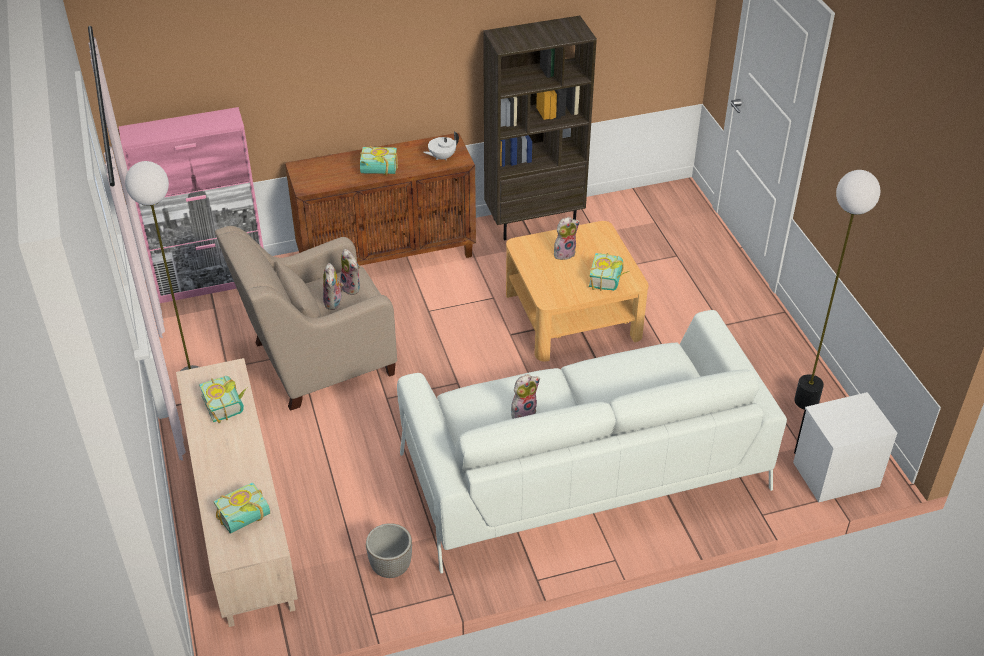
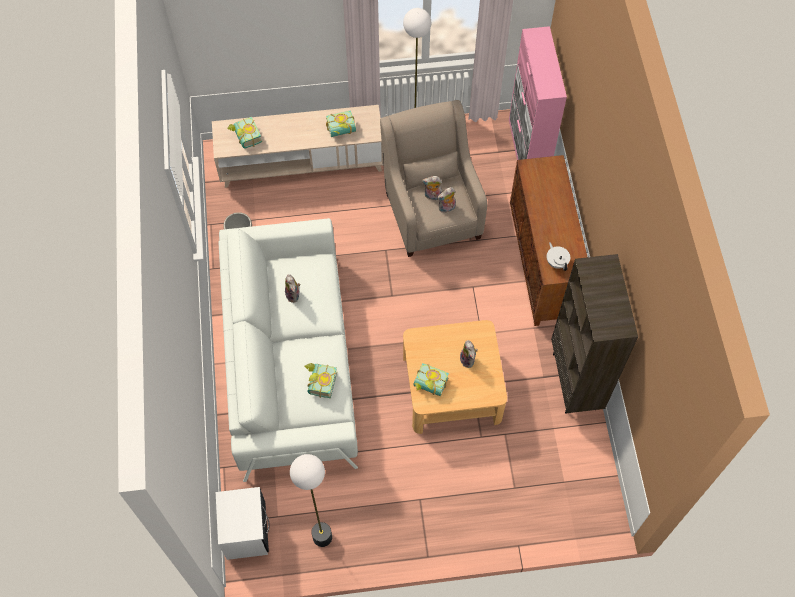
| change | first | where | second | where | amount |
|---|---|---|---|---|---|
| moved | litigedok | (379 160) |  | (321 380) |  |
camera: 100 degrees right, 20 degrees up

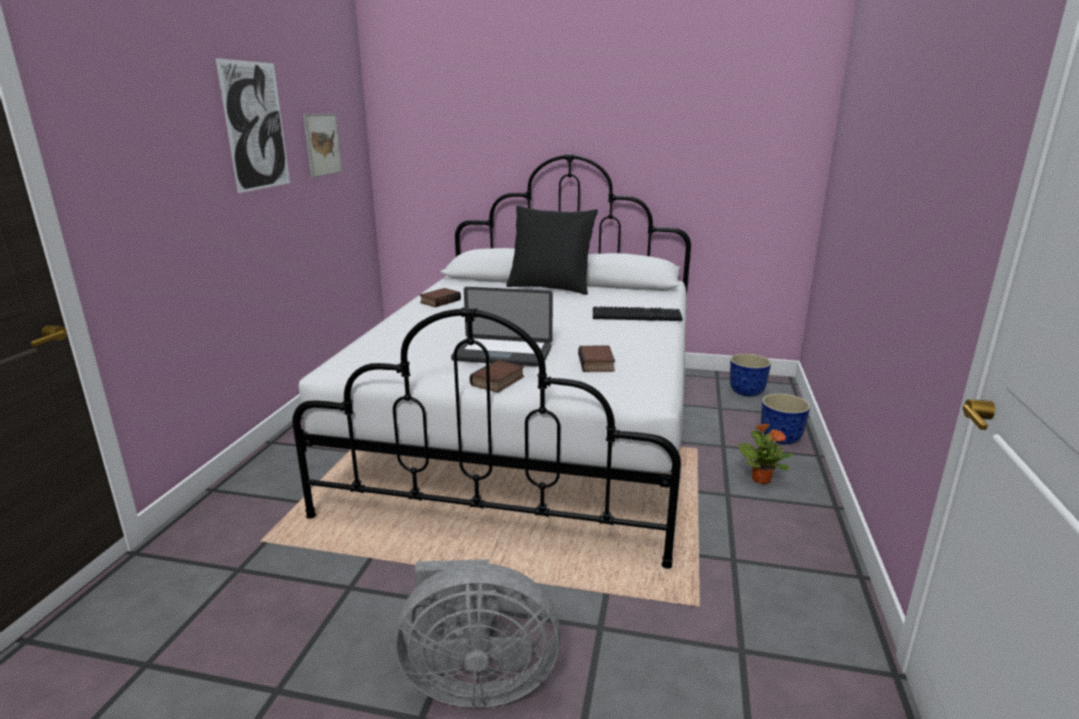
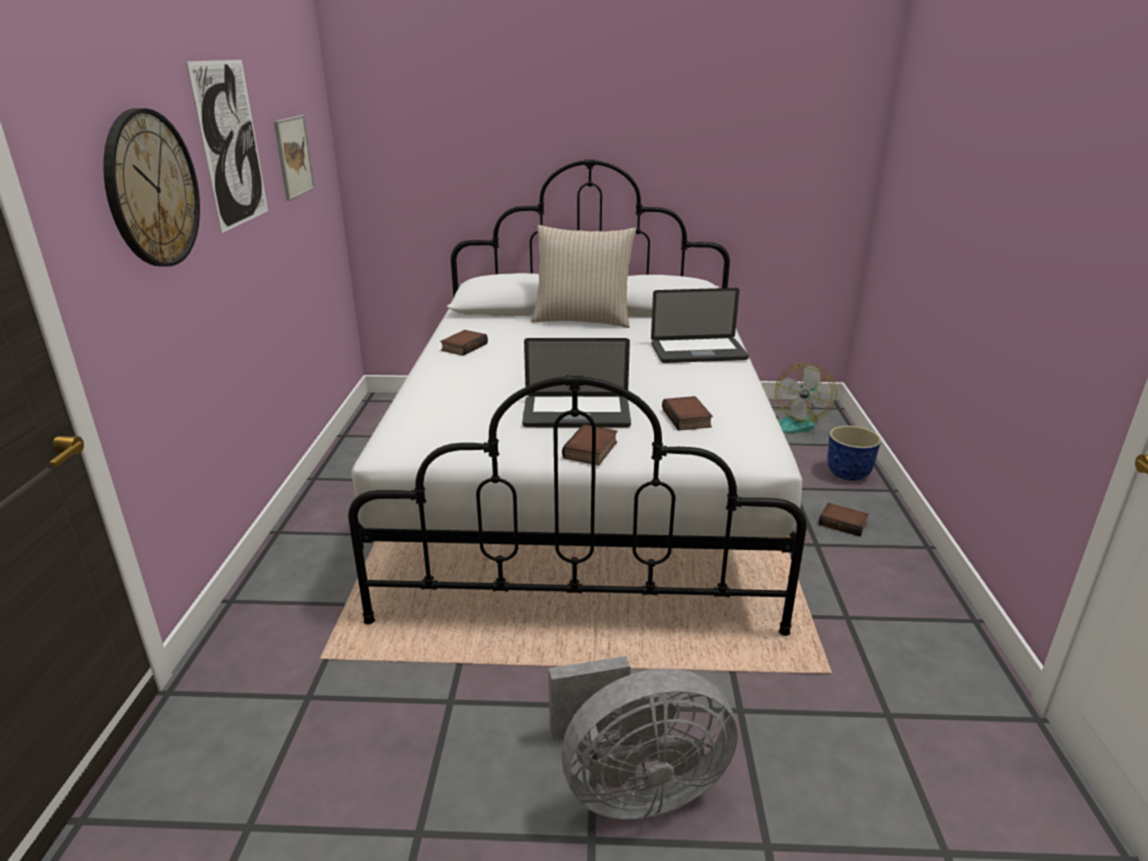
| change | first | where | second | where | amount |
|---|---|---|---|---|---|
| added |  |  | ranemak | (151 187) |  |
| replaced | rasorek | (637 313) | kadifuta | (700 325) |  |
| replaced | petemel | (750 375) | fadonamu | (805 398) |  |
| replaced | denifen | (765 453) | litigedok | (844 520) |  |
| recoloured | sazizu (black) | (552 250) | sazizu (beige) | (583 276) |  |
camera: 10 degrees left, 5 degrees up

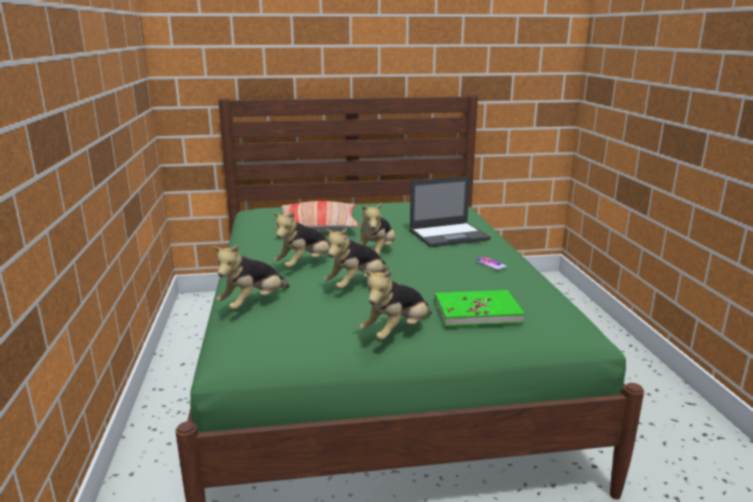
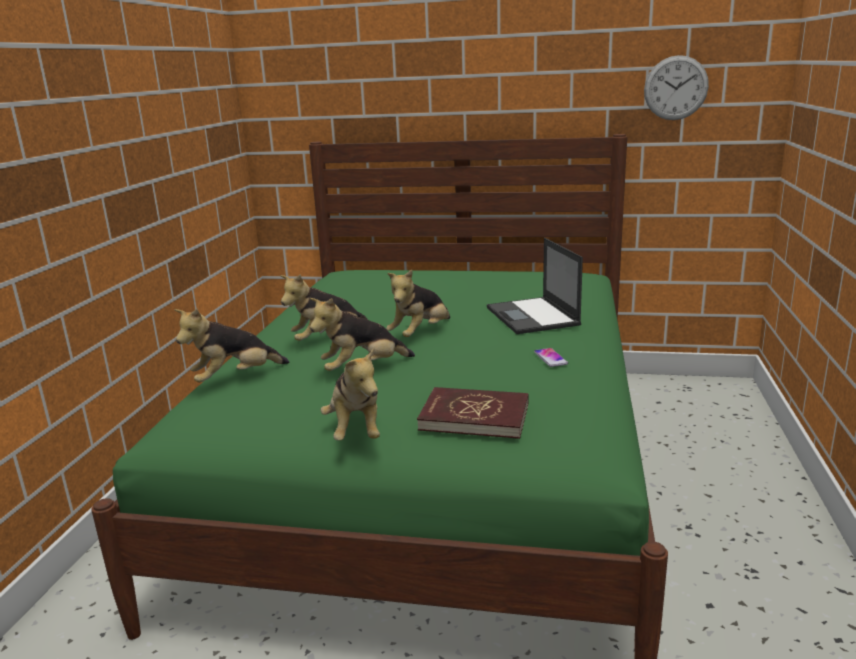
| change | first | where | second | where | amount |
|---|---|---|---|---|---|
| removed | sazizu | (317 216) |  |  |  |
| added |  |  | ranemak | (676 87) |  |
| recoloured | litigedok (green) | (480 308) | litigedok (red) | (473 413) |  |
| turned | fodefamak | (396 304) |  | (350 394) | 75 degrees counterclockwise |
| turned | kadifuta | (450 211) |  | (535 286) | 75 degrees clockwise |
camera: 20 degrees right, 0 degrees up

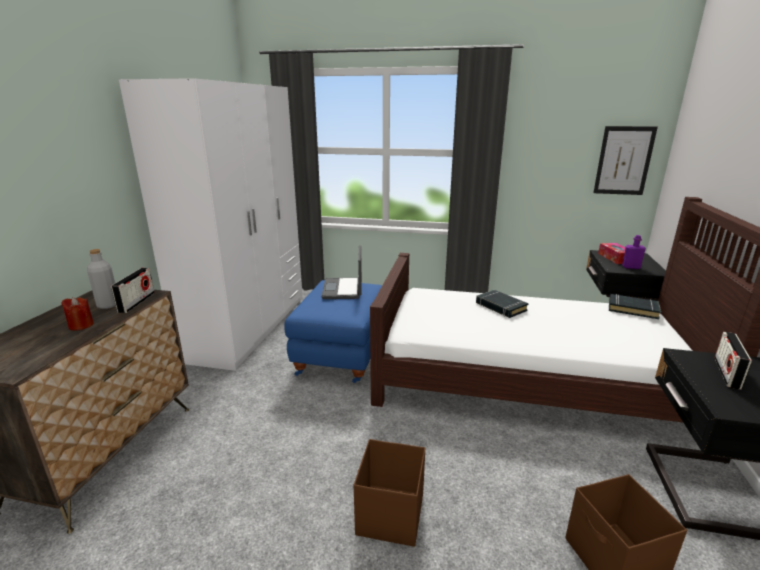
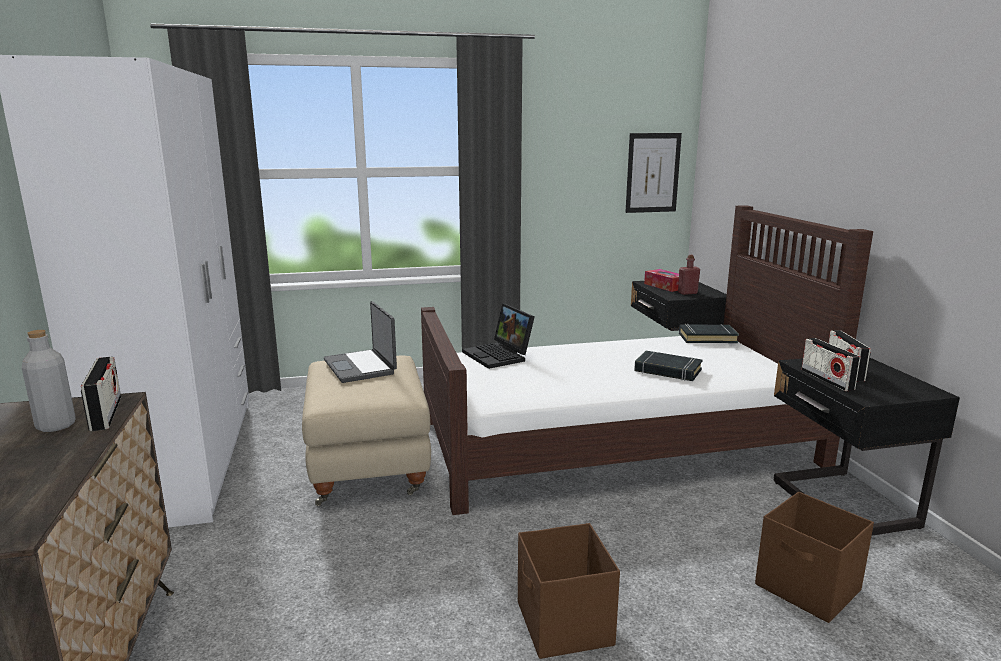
| change | first | where | second | where | amount |
|---|---|---|---|---|---|
| removed | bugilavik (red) | (77 314) |  |  |  |
| added |  |  | kadifuta | (498 336) |  |
| added |  |  | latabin | (831 364) |  |
| moved | litigedok (black) | (502 304) |  | (668 366) |  |
| recoloured | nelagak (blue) | (333 331) | nelagak (beige) | (366 431) |  |
| recoloured | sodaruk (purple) | (634 252) | sodaruk (red) | (689 275) |  |
camera: 25 degrees left, 5 degrees down

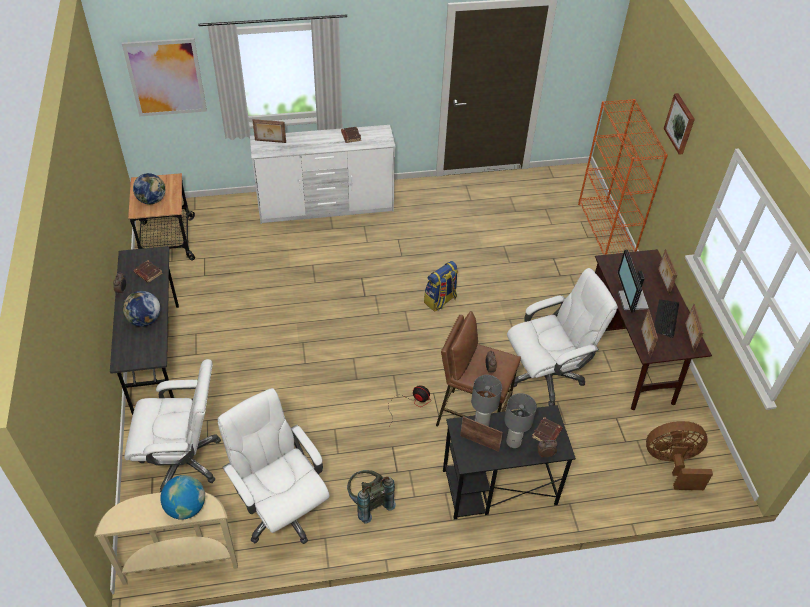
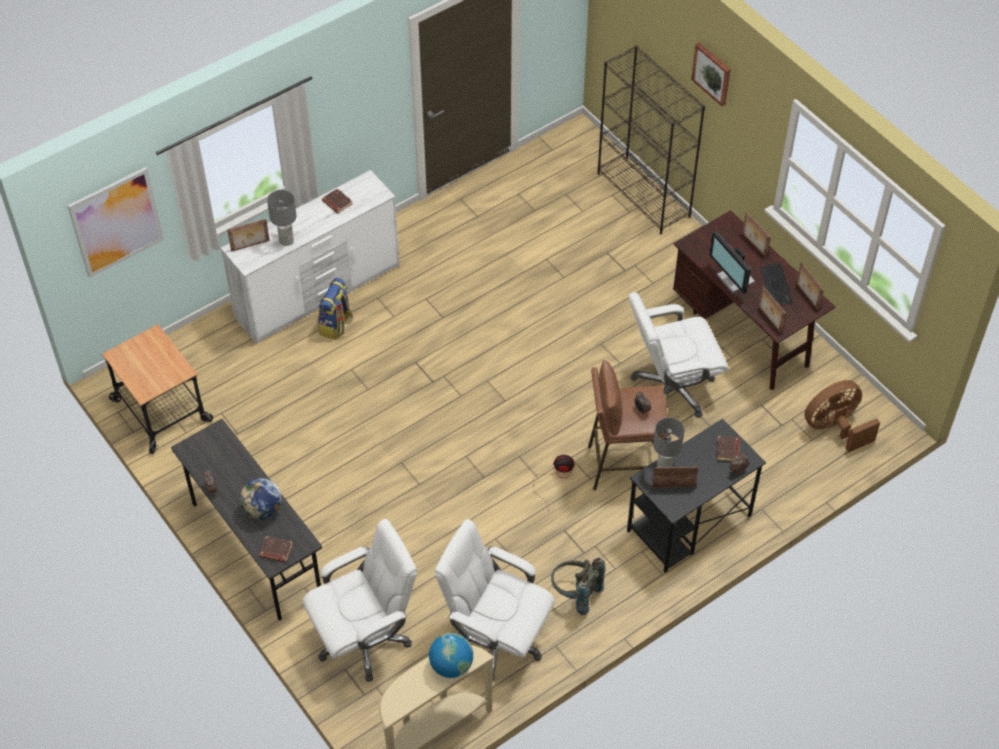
| change | first | where | second | where | amount |
|---|---|---|---|---|---|
| removed | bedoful | (149 188) |  |  |  |
| moved | litigedok (brown) | (148 271) |  | (276 549) |  |
| moved | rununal | (441 286) |  | (335 309) |  |
| moved | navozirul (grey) | (520 420) |  | (281 218) |  |
| recoloured | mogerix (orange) | (623 177) | mogerix (black) | (651 140) |  |
| turned | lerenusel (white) | (562 337) |  | (679 355) | 150 degrees counterclockwise |
camera: 25 degrees left, 5 degrees up

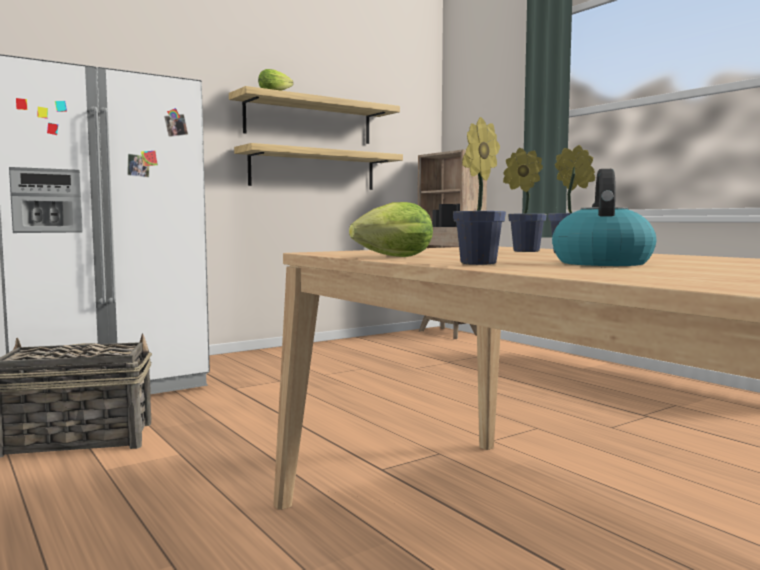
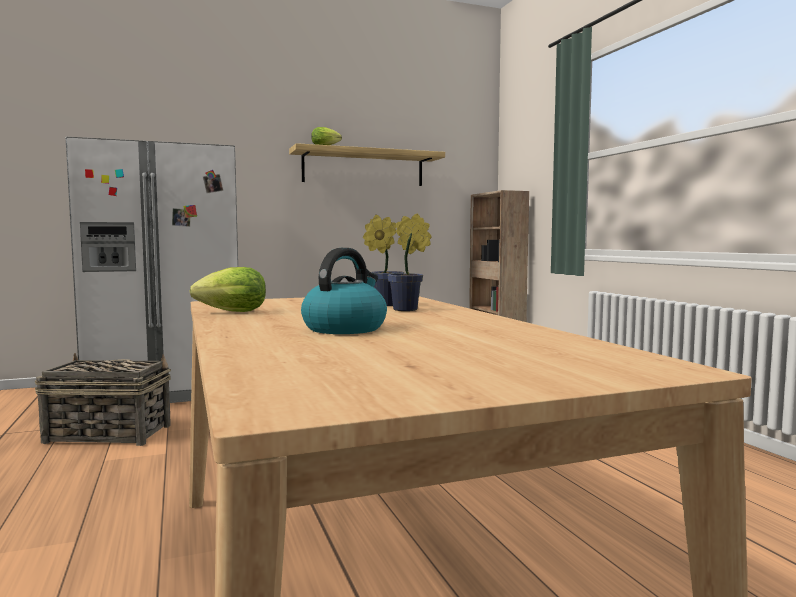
| change | first | where | second | where | amount |
|---|---|---|---|---|---|
| removed | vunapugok | (318 166) |  |  |  |
| removed | denifen | (479 191) |  |  |  |
camera: 15 degrees right, 0 degrees up

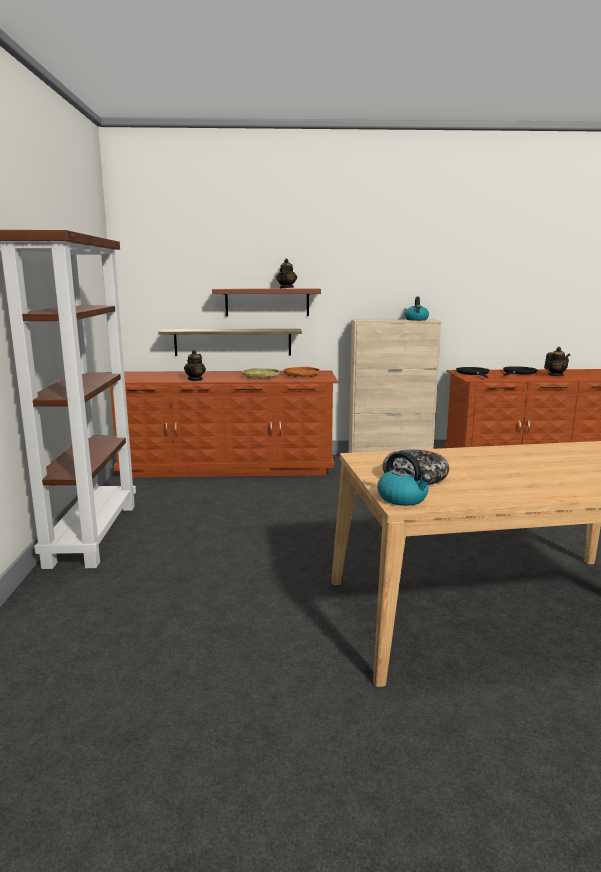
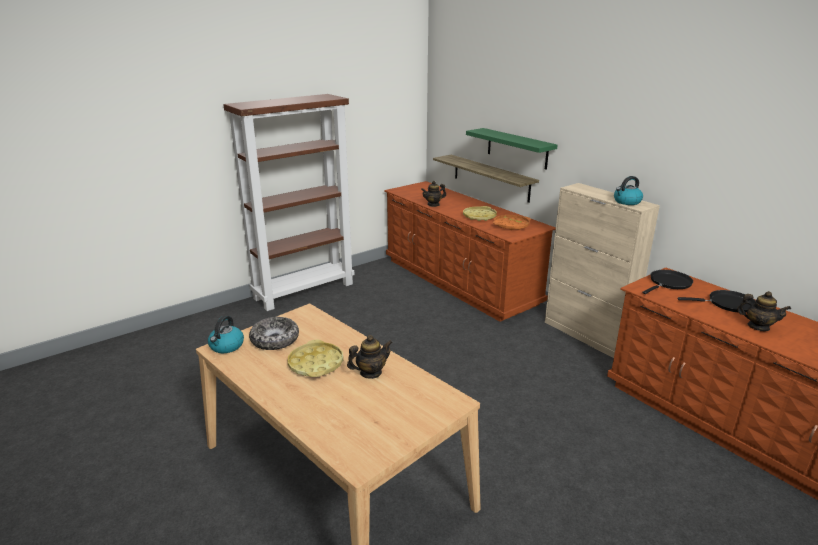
| change | first | where | second | where | amount |
|---|---|---|---|---|---|
| added |  |  | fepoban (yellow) | (315 358) |  |
| moved | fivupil | (286 273) |  | (370 357) |  |
| recoloured | vunapugok (brown) | (266 302) | vunapugok (green) | (512 149) |  |
camera: 55 degrees right, 10 degrees up

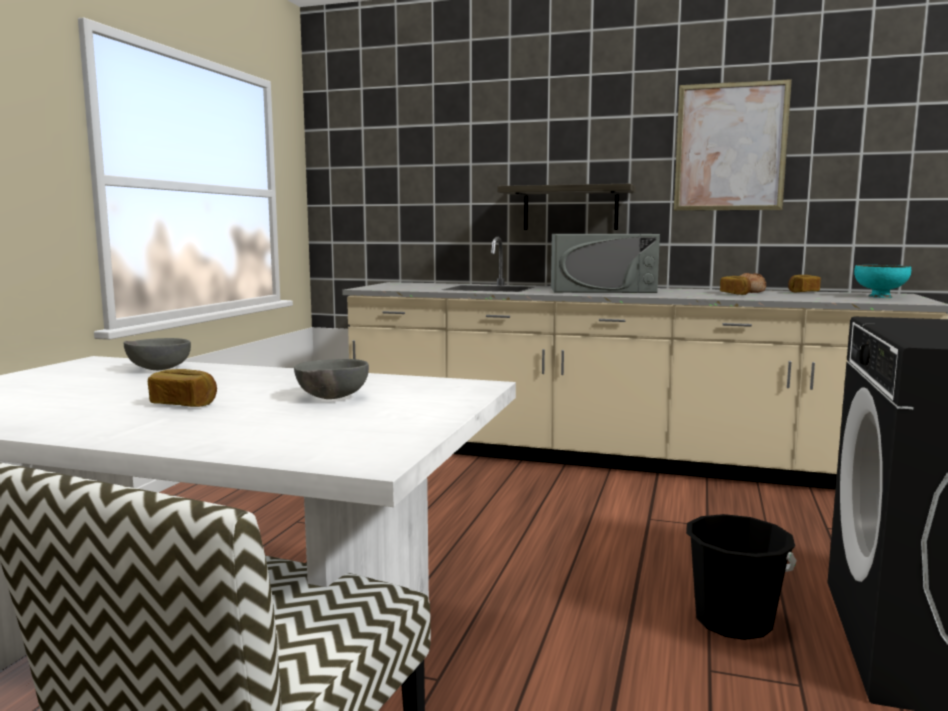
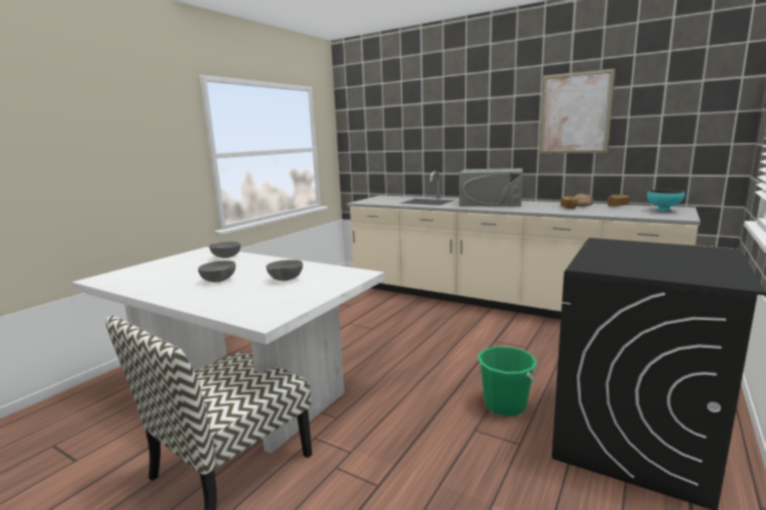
| change | first | where | second | where | amount |
|---|---|---|---|---|---|
| removed | vunapugok | (566 207) |  |  |  |
| replaced | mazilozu | (182 388) | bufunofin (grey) | (217 271) |  |
| recoloured | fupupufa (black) | (741 577) | fupupufa (green) | (507 381) |  |
camera: 15 degrees right, 5 degrees up

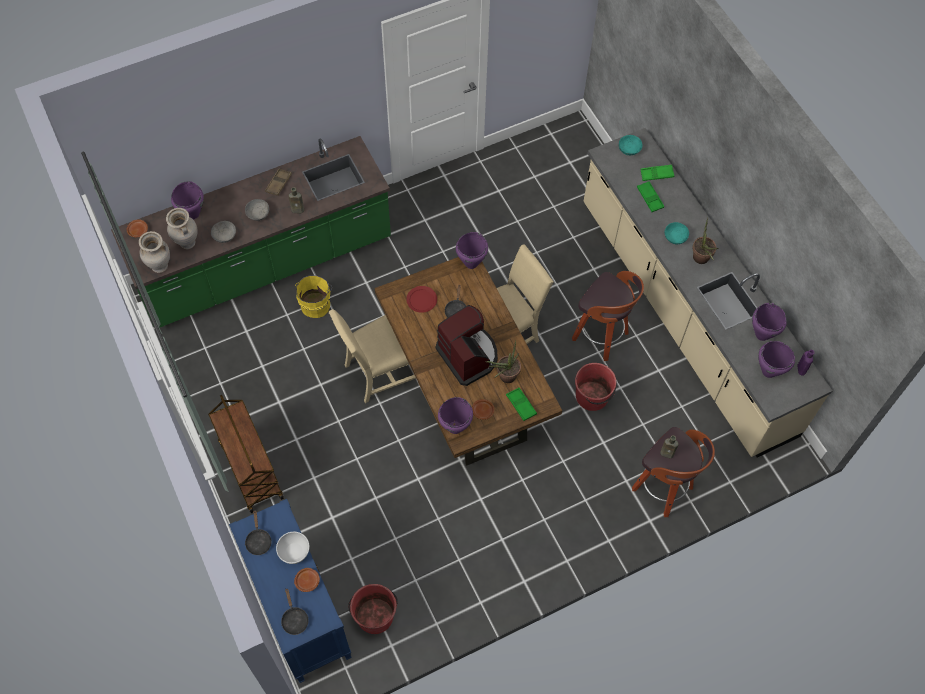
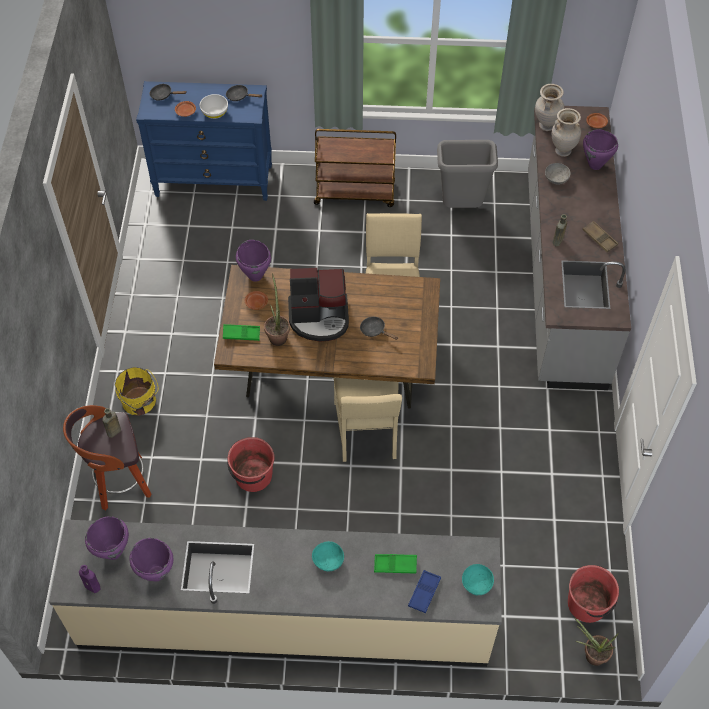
| change | first | where | second | where | amount |
|---|---|---|---|---|---|
| removed | bufunofin (grey) | (257 210) |  |  |  |
| removed | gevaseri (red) | (421 299) |  |  |  |
| removed | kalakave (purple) | (472 250) |  |  |  |
| removed | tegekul | (608 316) |  |  |  |
| added |  |  | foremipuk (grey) | (467 174) |  |
| moved | fupupufa (yellow) | (313 296) |  | (136 391) |  |
| moved | fupupufa (red) | (373 609) |  | (593 594) |  |
| moved | denifen | (705 241) |  | (596 642) |  |
| recoloured | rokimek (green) | (251 232) | rokimek (grey) | (579 248) |  |
| recoloured | fepoban (green) | (657 173) | fepoban (blue) | (424 591) |  |
camera: 120 degrees right, 5 degrees down

